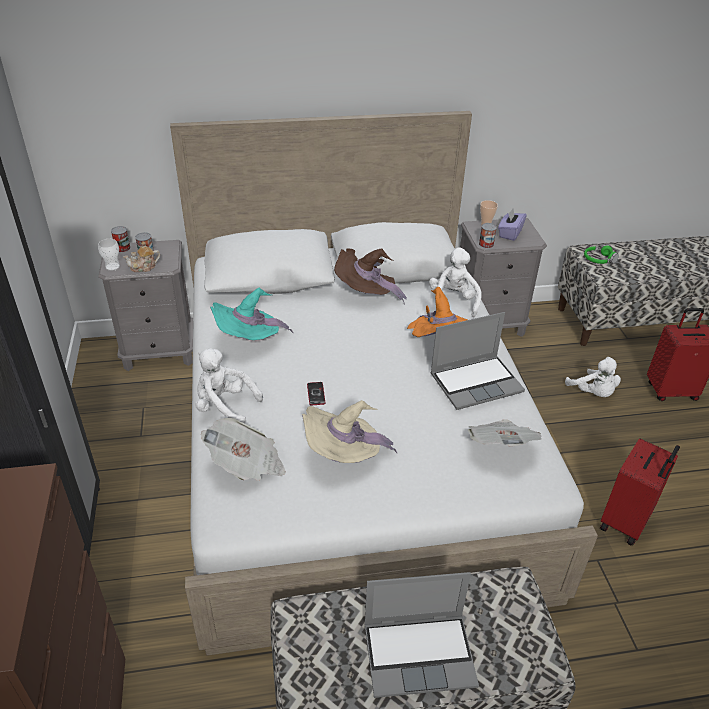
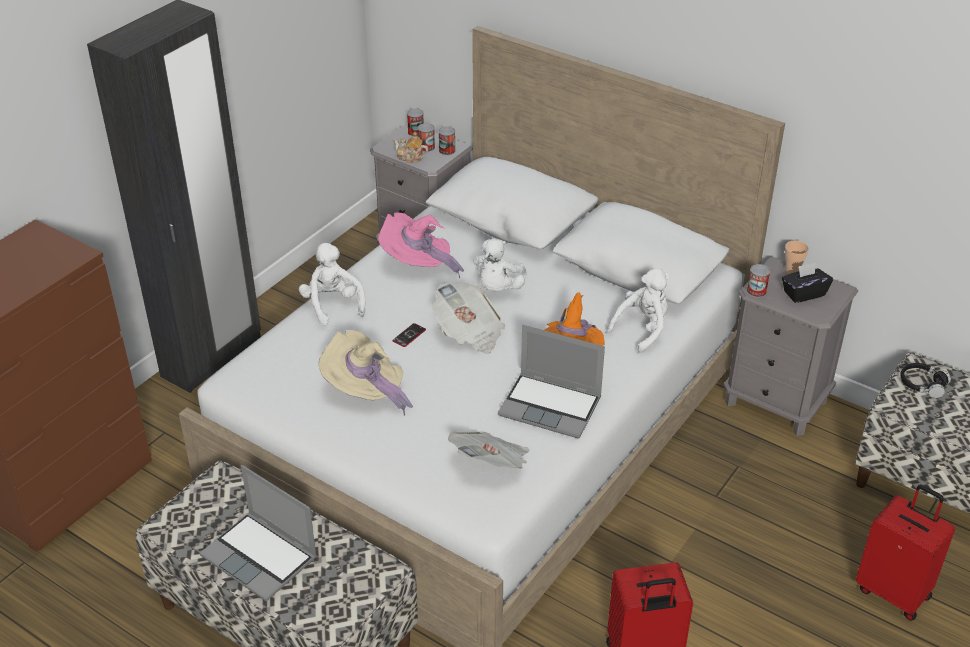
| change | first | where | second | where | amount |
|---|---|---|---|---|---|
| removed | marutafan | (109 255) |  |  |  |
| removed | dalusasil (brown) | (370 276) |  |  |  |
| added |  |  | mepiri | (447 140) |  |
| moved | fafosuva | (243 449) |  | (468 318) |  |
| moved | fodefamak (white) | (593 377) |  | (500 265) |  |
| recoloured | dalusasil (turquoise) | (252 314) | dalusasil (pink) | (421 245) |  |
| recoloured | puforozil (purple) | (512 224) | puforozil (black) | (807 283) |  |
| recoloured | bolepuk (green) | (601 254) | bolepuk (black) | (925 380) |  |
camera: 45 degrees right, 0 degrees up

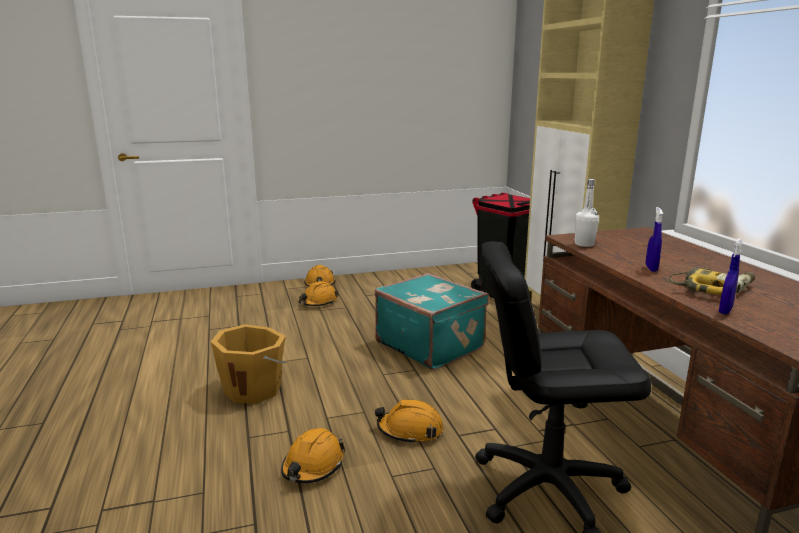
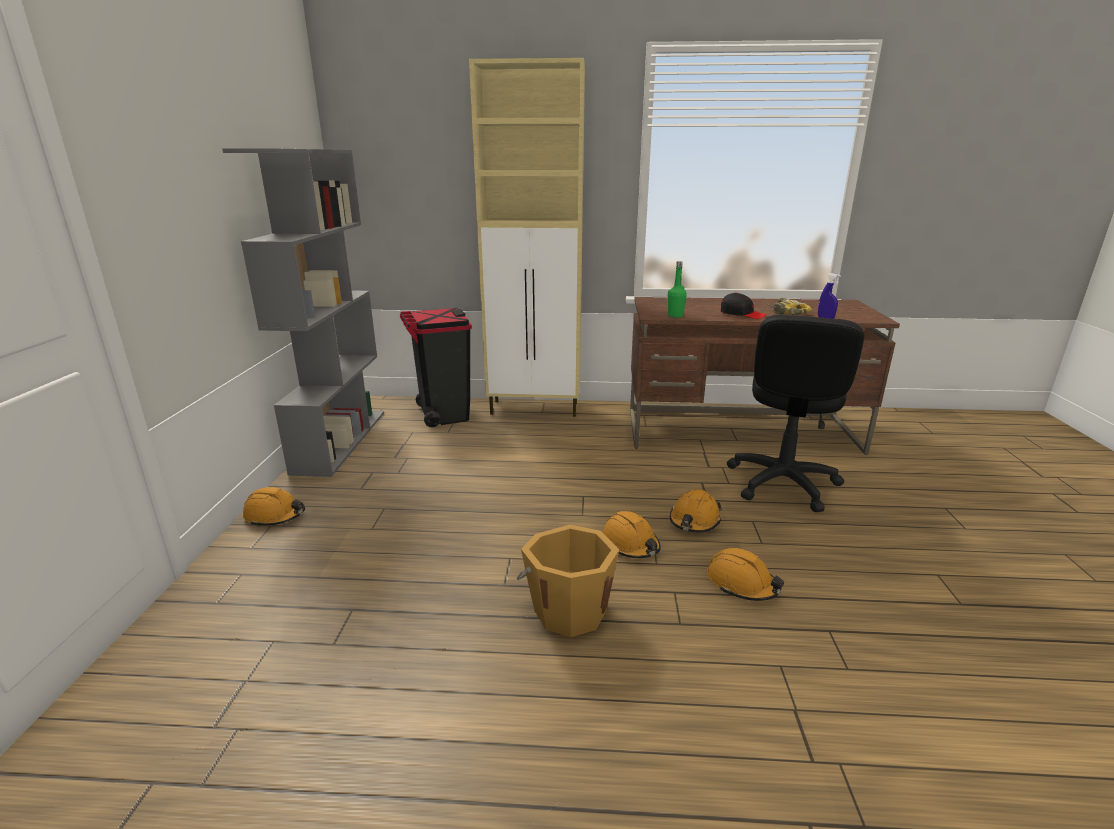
| change | first | where | second | where | amount |
|---|---|---|---|---|---|
| removed | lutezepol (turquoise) | (432 321) |  |  |  |
| added |  |  | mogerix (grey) | (303 313) |  |
| moved | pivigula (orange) | (319 293) |  | (632 534) |  |
| replaced | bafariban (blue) | (654 239) | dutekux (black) | (744 305) |  |
| recoloured | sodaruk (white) | (586 213) | sodaruk (green) | (677 289) |  |
camera: 70 degrees left, 5 degrees up

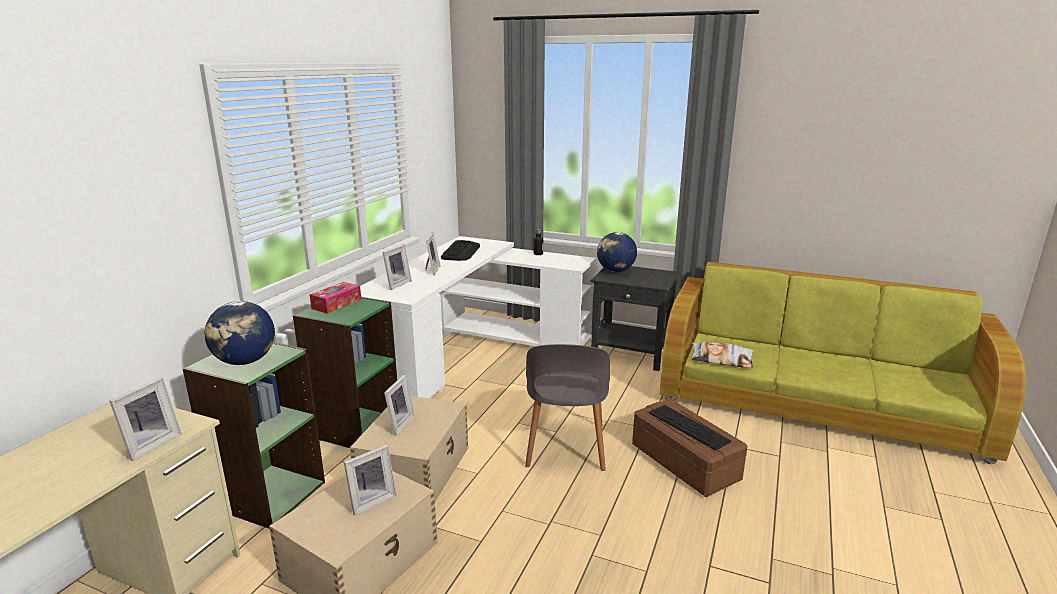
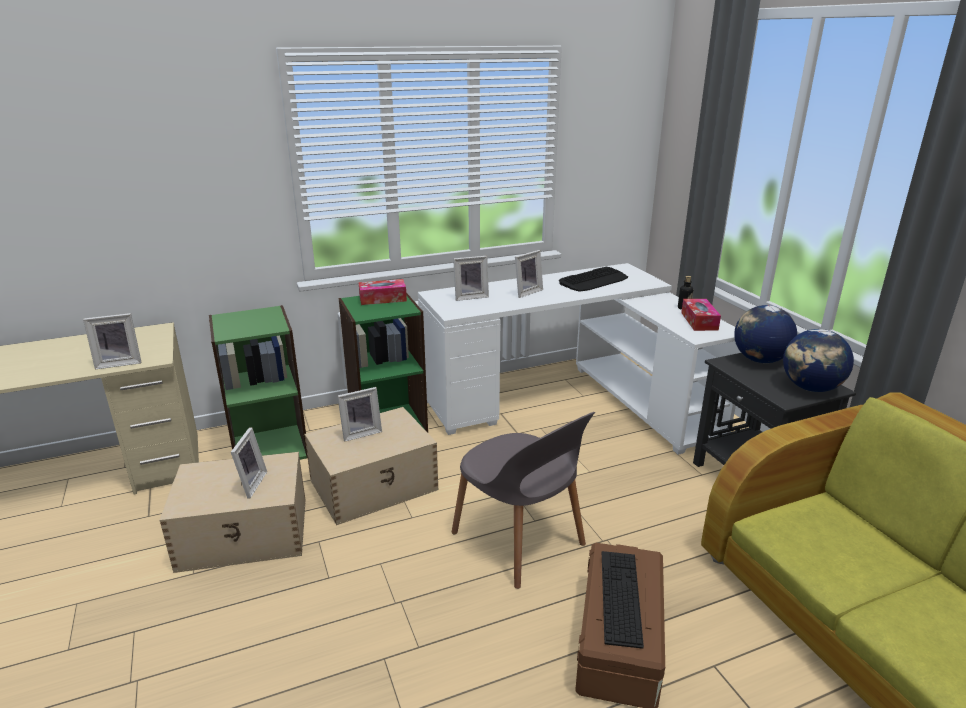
| change | first | where | second | where | amount |
|---|---|---|---|---|---|
| removed | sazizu | (722 355) |  |  |  |
| added |  |  | puforozil | (701 315) |  |
| moved | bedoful | (240 333) |  | (818 360) |  |
| turned | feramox | (370 479) |  | (249 463) | 90 degrees counterclockwise |
| turned | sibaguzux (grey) | (567 407) |  | (523 500) | 90 degrees counterclockwise |
camera: 45 degrees right, 5 degrees up

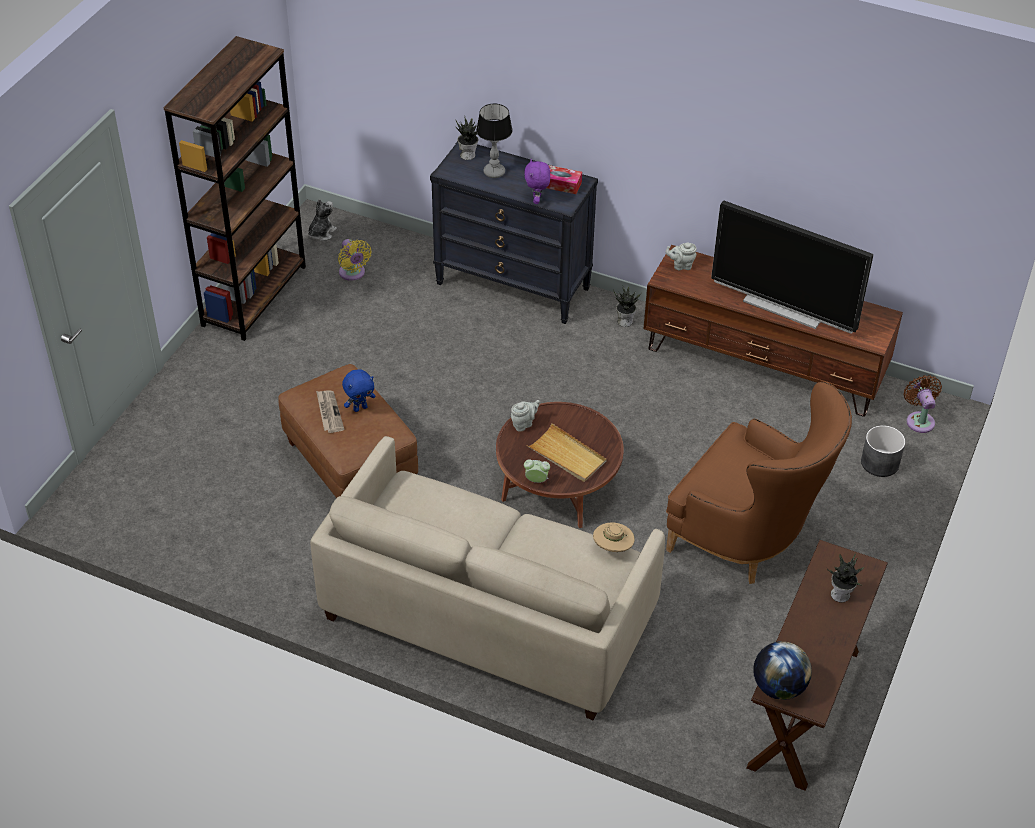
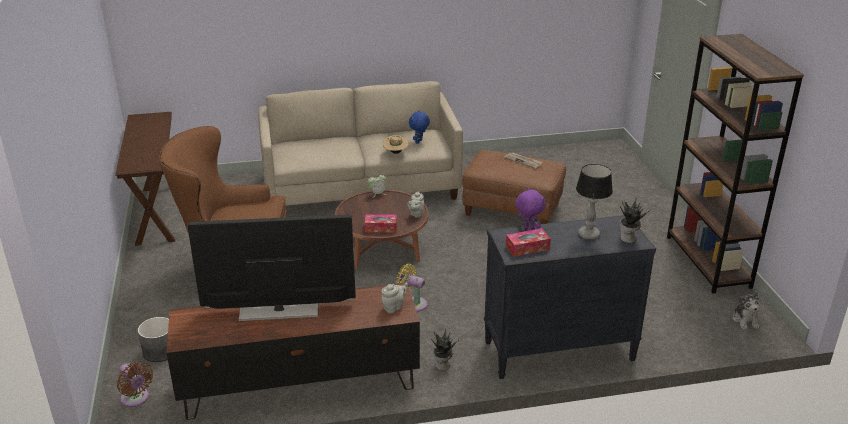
| change | first | where | second | where | amount |
|---|---|---|---|---|---|
| removed | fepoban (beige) | (567 452) |  |  |  |
| removed | bedoful | (782 670) |  |  |  |
| removed | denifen | (845 577) |  |  |  |
| added |  |  | puforozil | (381 223) |  |
| moved | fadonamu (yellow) | (355 260) |  | (411 288) |  |
| moved | fodefamak (blue) | (358 390) |  | (419 127) |  |
| moved | dalusasil (beige) | (614 537) |  | (395 144) |  |
camera: 145 degrees right, 15 degrees down

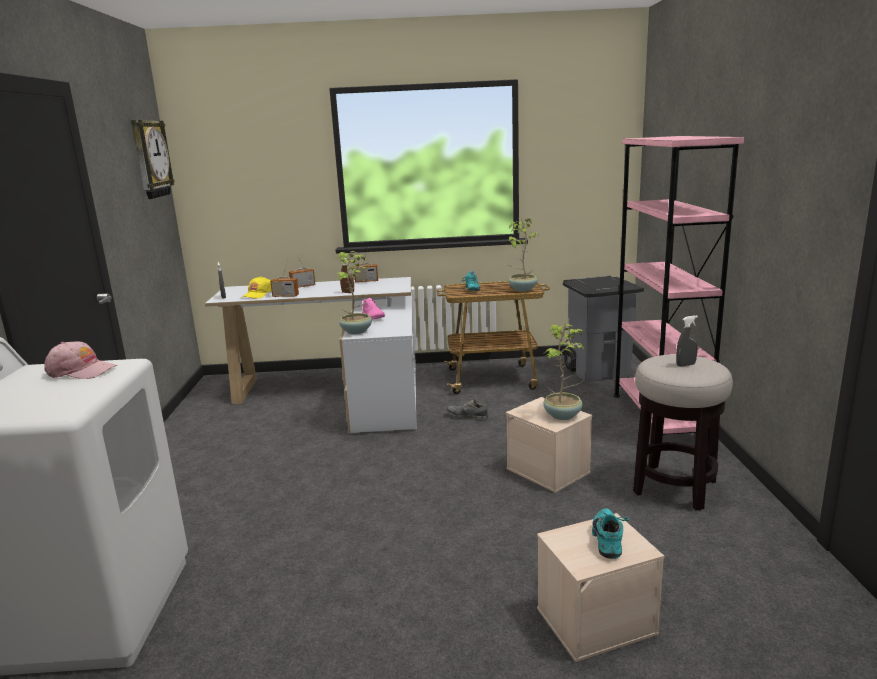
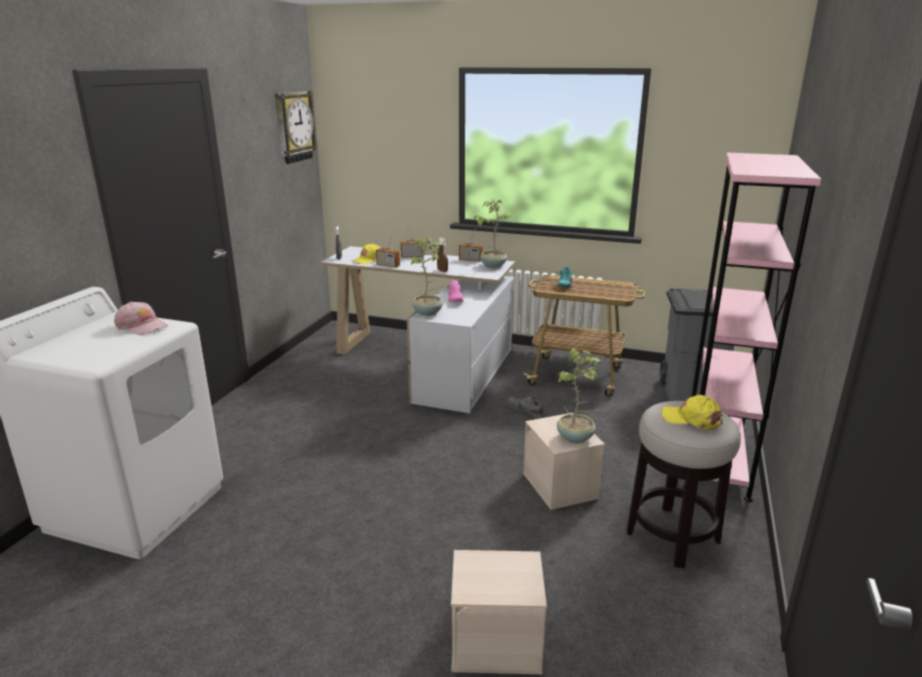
| change | first | where | second | where | amount |
|---|---|---|---|---|---|
| removed | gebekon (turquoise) | (610 533) |  |  |  |
| moved | denifen | (523 255) |  | (493 233) |  |
| replaced | bafariban (grey) | (687 341) | dutekux (yellow) | (692 412) |  |
camera: 20 degrees right, 5 degrees up

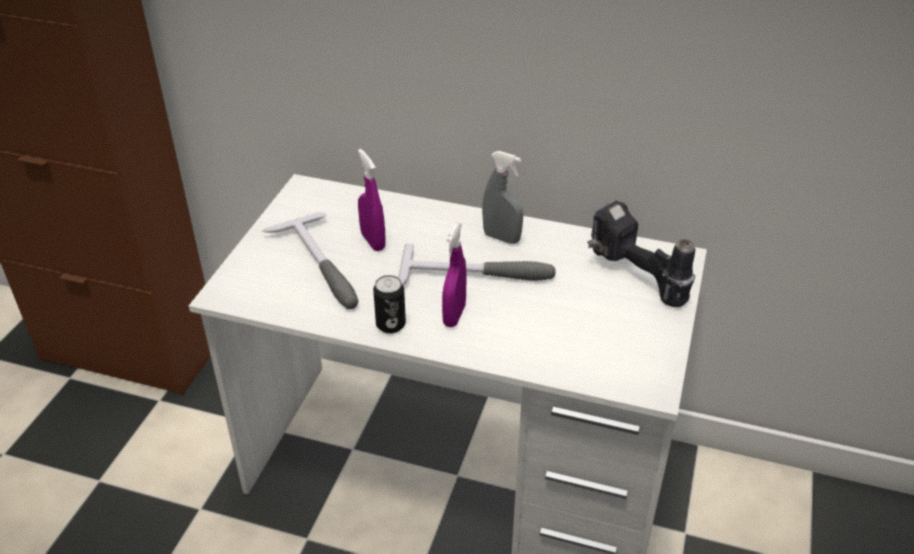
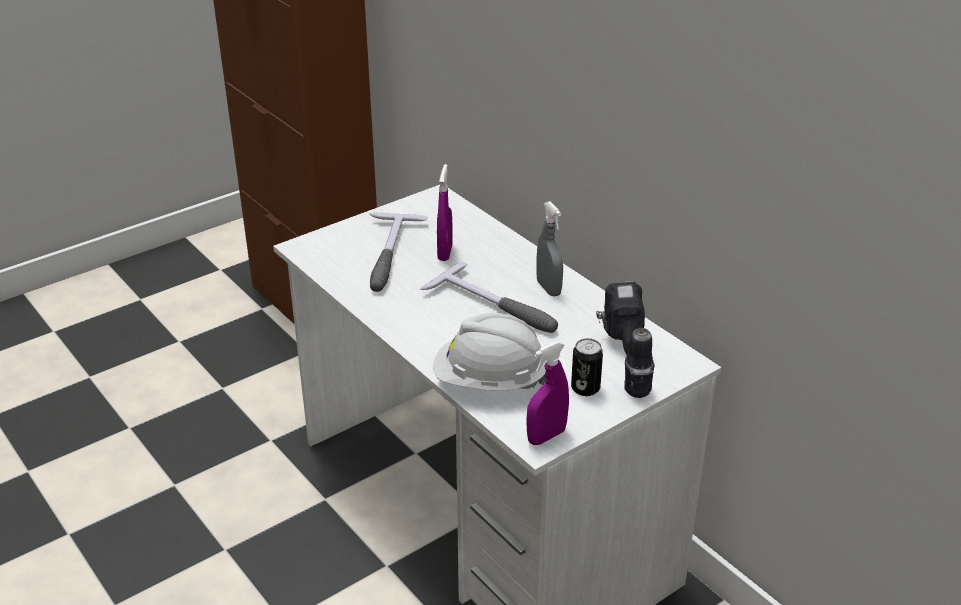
| change | first | where | second | where | amount |
|---|---|---|---|---|---|
| added |  |  | pivigula (white) | (490 352) |  |
| moved | mepiri | (389 304) |  | (587 367) |  |
| moved | bafariban (purple) | (454 275) |  | (547 393) |  |
camera: 35 degrees right, 5 degrees down

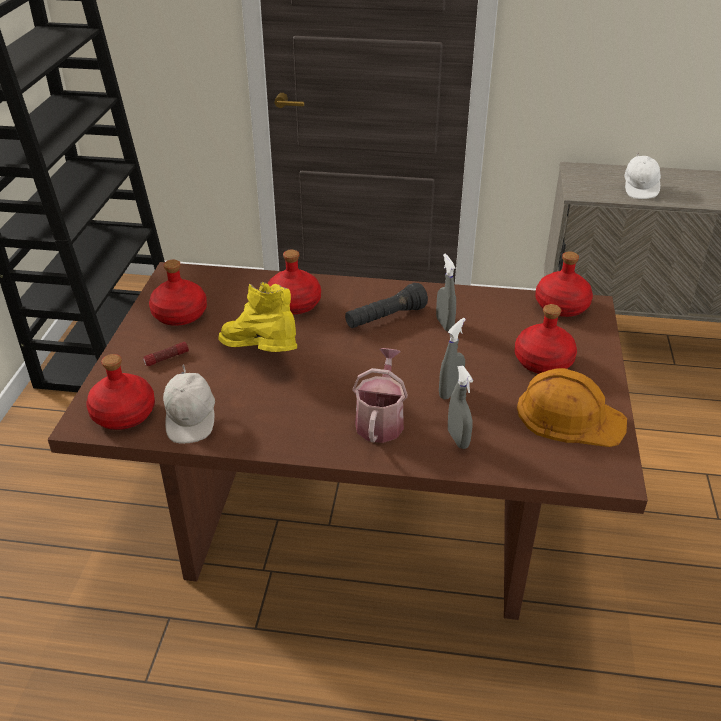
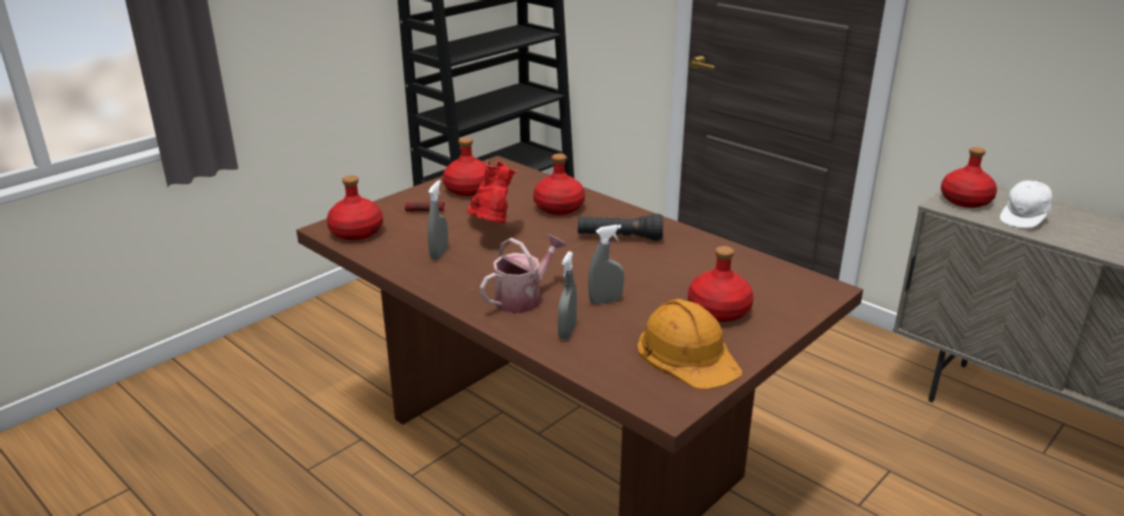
| change | first | where | second | where | amount |
|---|---|---|---|---|---|
| removed | dutekux (white) | (189 404) |  |  |  |
| moved | bafariban (grey) | (446 292) |  | (437 220) |  |
| moved | sodaruk (red) | (564 284) |  | (969 177) |  |
| recoloured | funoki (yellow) | (257 317) | funoki (red) | (493 191) |  |
camera: 35 degrees right, 10 degrees down

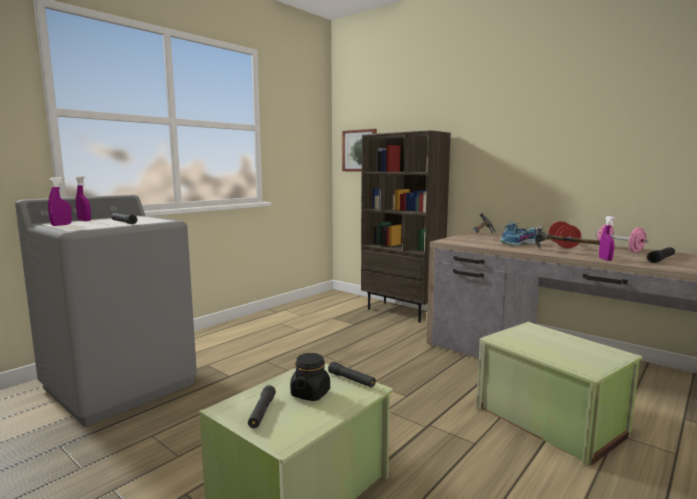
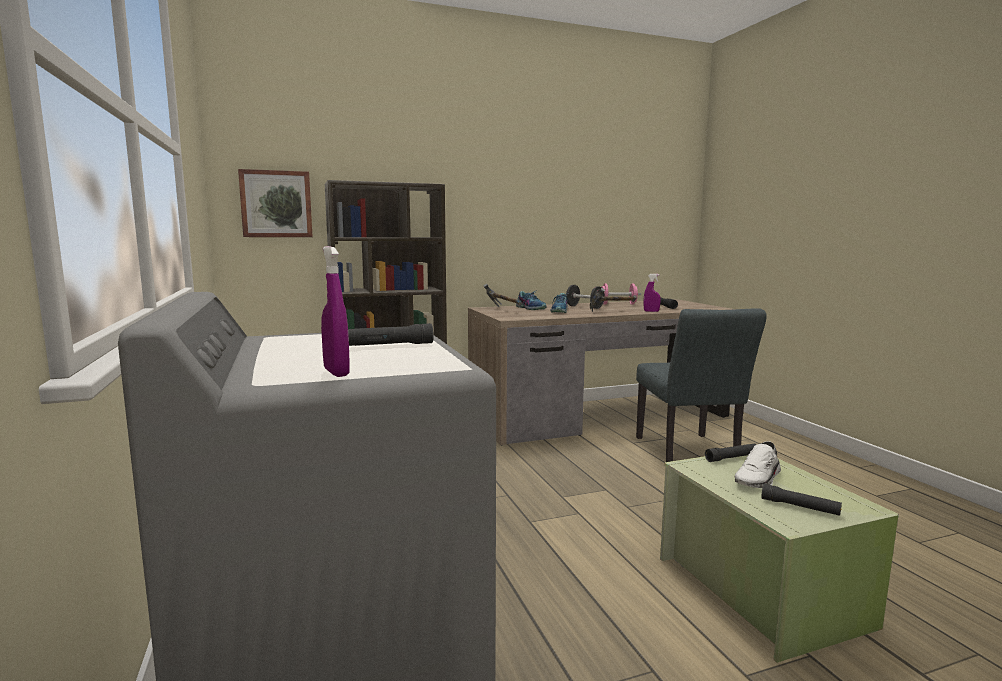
| change | first | where | second | where | amount |
|---|---|---|---|---|---|
| removed | bafariban (purple) | (83 198) |  |  |  |
| replaced | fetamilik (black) | (310 377) | gebekon (white) | (758 464) |  |
| replaced | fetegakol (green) | (559 394) | sibaguzux (grey) | (701 385) |  |
| recoloured | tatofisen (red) | (564 235) | tatofisen (black) | (585 297) |  |
camera: 60 degrees left, 0 degrees up

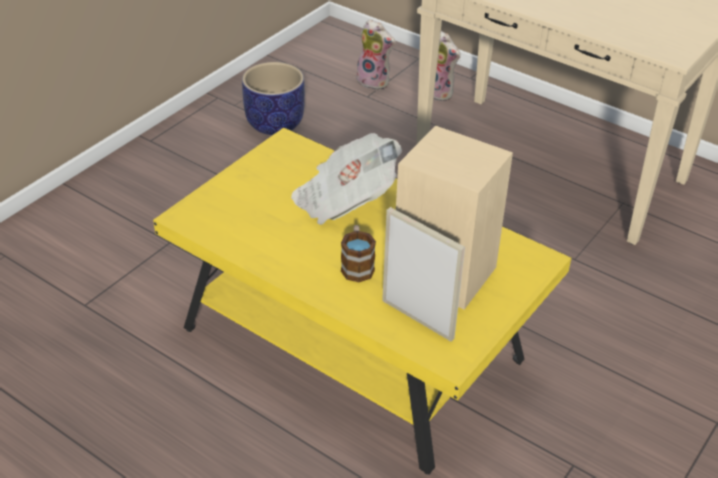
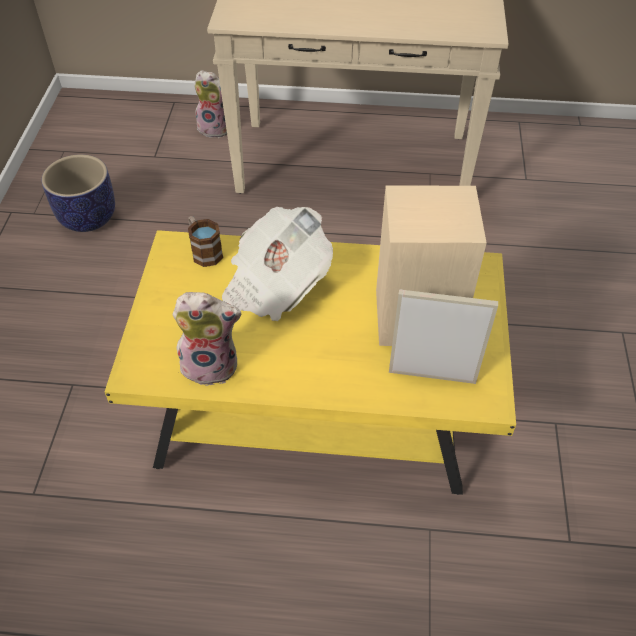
| change | first | where | second | where | amount |
|---|---|---|---|---|---|
| moved | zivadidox | (358 253) |  | (205 241) |  |
| moved | fodefamak | (376 54) |  | (207 339) |  |
camera: 30 degrees left, 10 degrees up

